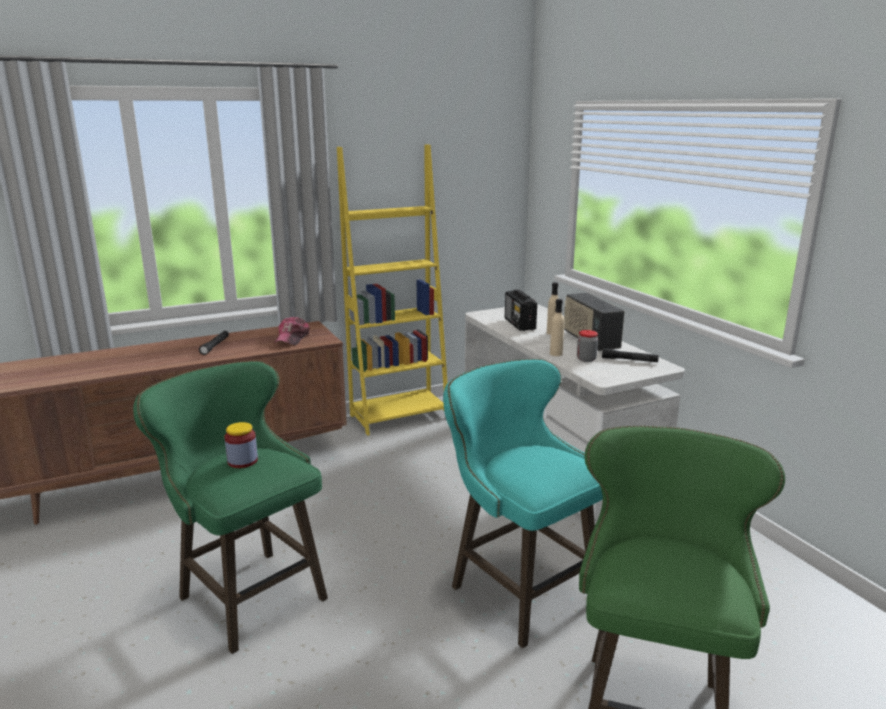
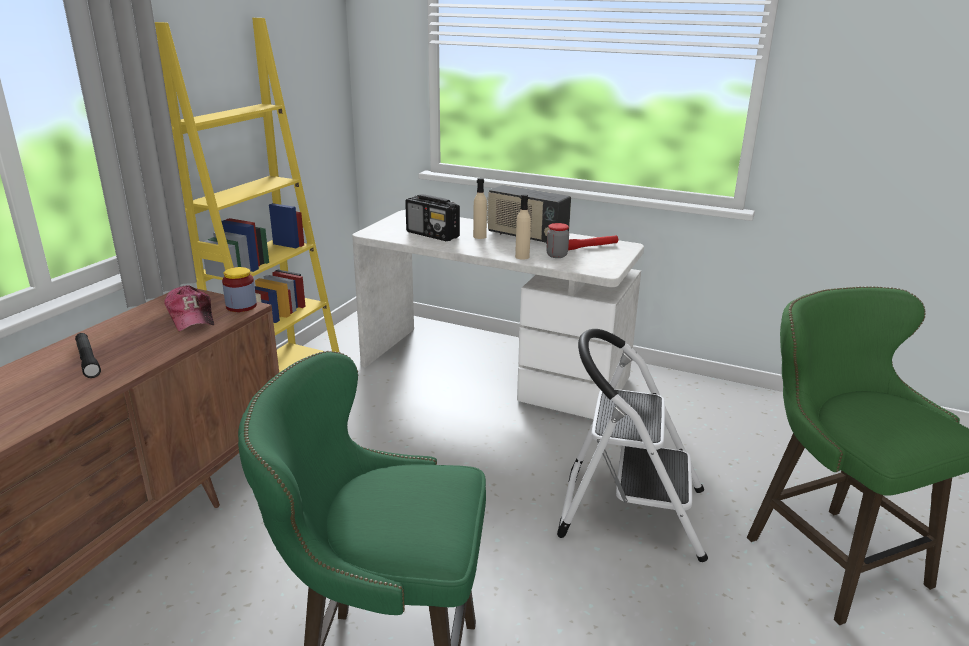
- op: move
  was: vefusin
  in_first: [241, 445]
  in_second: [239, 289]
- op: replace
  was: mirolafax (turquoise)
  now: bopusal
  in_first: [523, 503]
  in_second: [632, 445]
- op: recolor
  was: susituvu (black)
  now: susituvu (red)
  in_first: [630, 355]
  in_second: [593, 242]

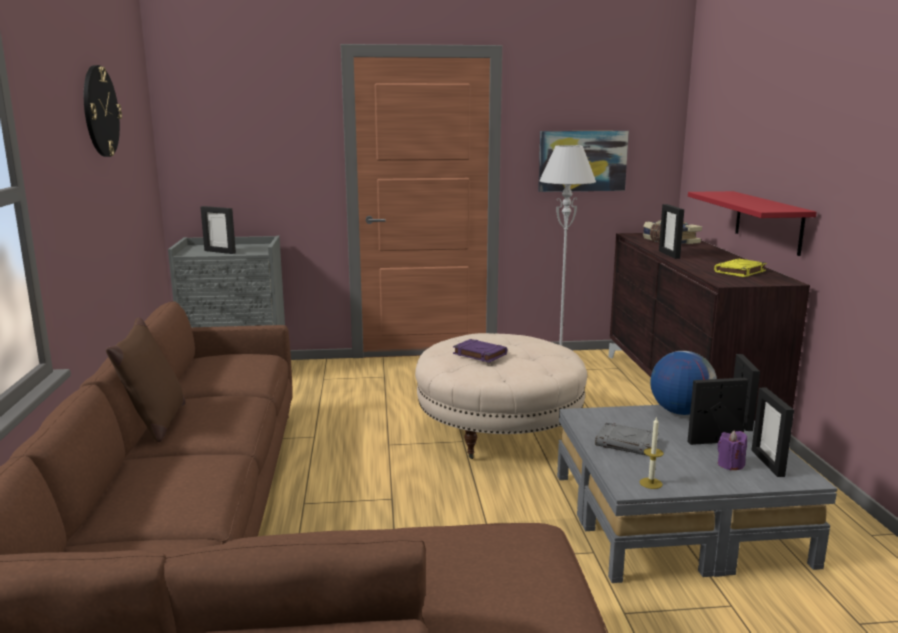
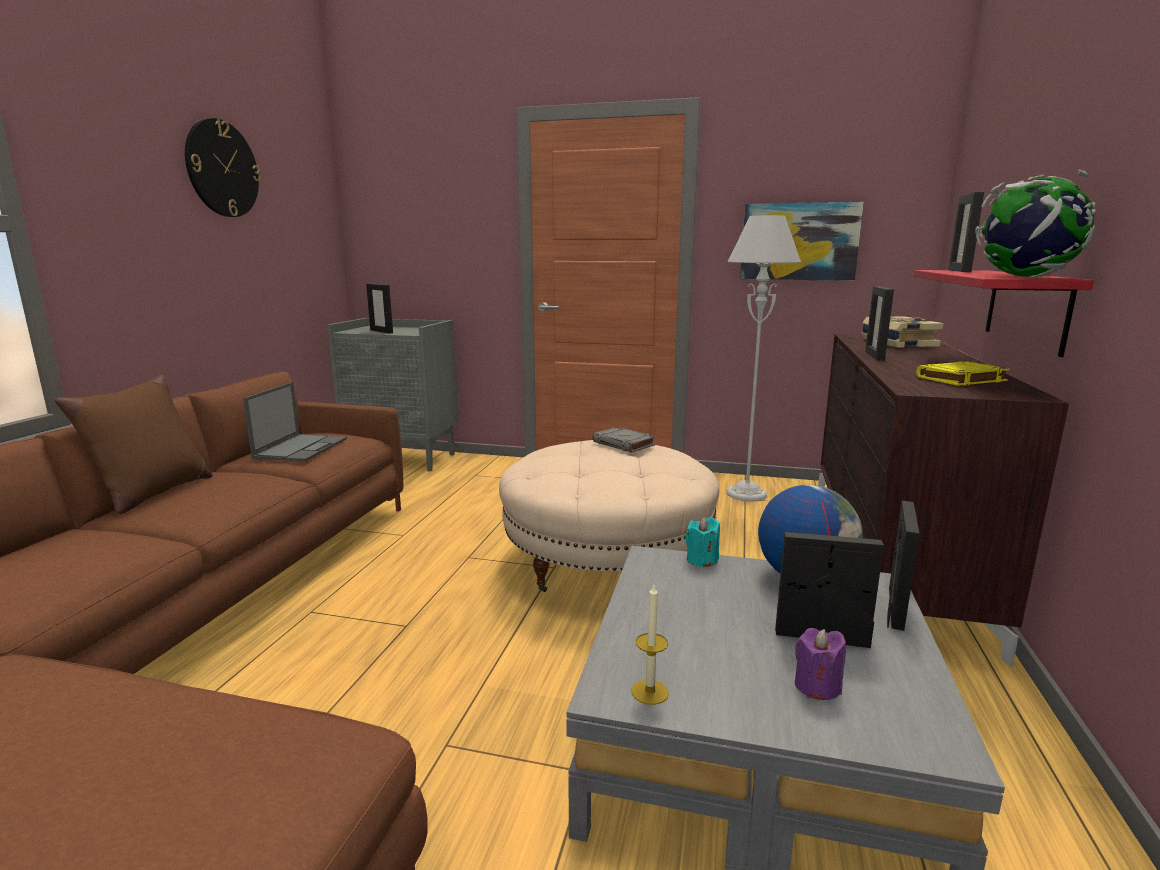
- op: delete
  was: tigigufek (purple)
  in_first: [480, 351]
- op: move
  was: tigigufek (grey)
  in_first: [627, 439]
  in_second: [624, 440]
- op: move
  was: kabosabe
  in_first: [772, 432]
  in_second: [966, 232]
- op: insert
  now: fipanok
  in_second: [295, 422]
- op: insert
  now: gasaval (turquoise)
  in_second: [702, 542]
- op: insert
  now: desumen
  in_second: [1035, 224]

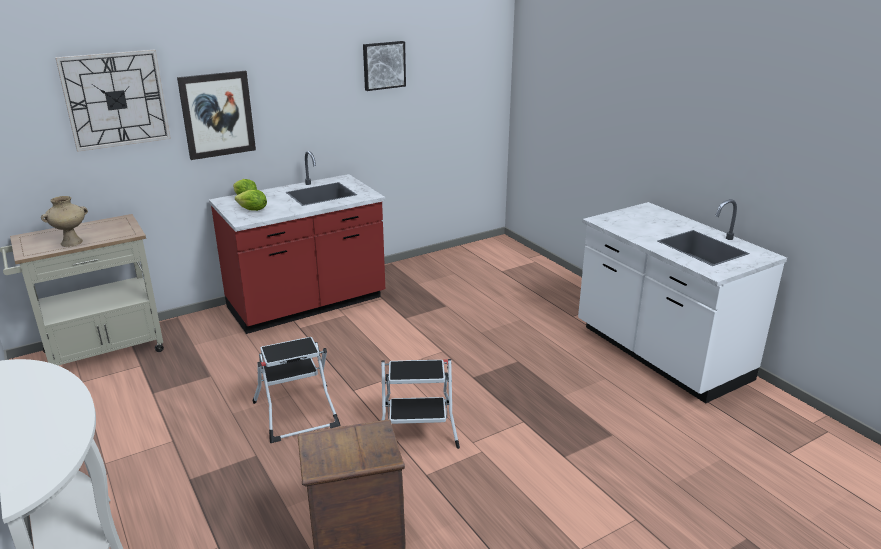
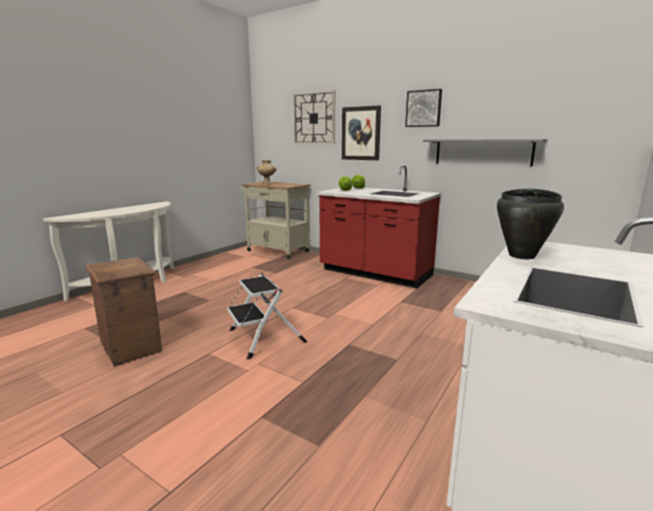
- op: delete
  was: bopusal
  in_first: [296, 390]
- op: move
  was: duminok
  in_first: [384, 66]
  in_second: [423, 108]
- op: insert
  now: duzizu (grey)
  in_second: [485, 153]
- op: insert
  now: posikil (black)
  in_second: [530, 224]

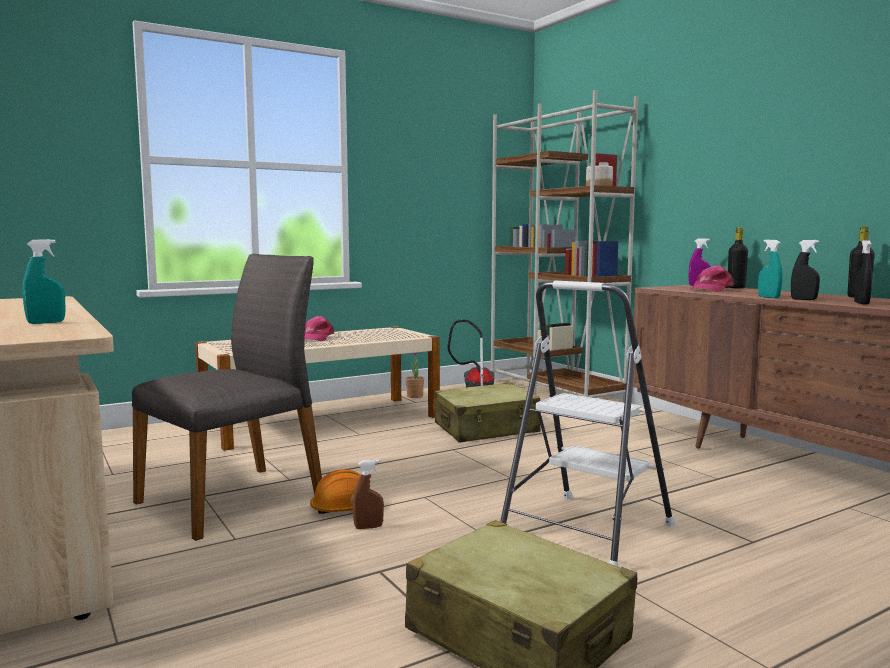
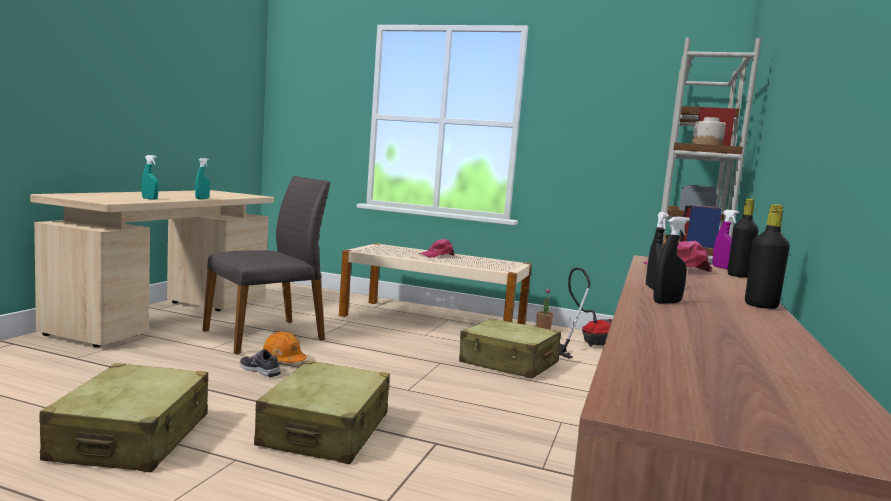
- op: rotate
  was: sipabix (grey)
  in_first: [227, 397]
  in_second: [267, 265]
  clockwise: -45
- op: replace
  was: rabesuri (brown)
  now: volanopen
  in_first: [368, 494]
  in_second: [260, 363]
- op: replace
  was: bopusal (white)
  now: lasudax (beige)
  in_first: [588, 424]
  in_second: [322, 412]
- op: move
  was: rabesuri (turquoise)
  in_first: [770, 269]
  in_second: [202, 178]

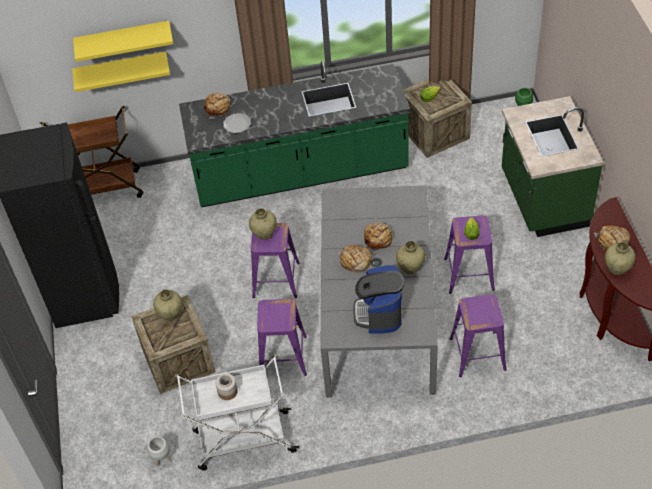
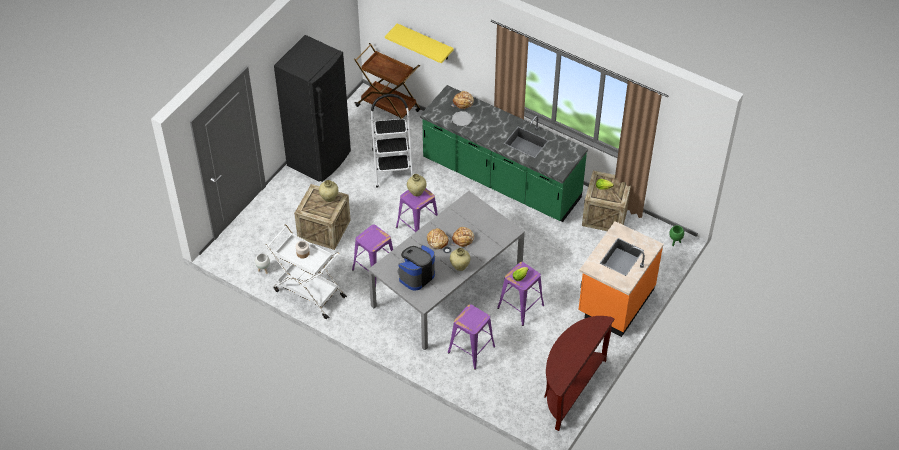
- op: delete
  was: duzizu (yellow)
  in_first: [123, 41]
- op: recolor
  was: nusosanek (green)
  now: nusosanek (orange)
  in_first: [553, 166]
  in_second: [621, 279]
- op: delete
  was: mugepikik
  in_first: [612, 237]
- op: delete
  was: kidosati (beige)
  in_first: [620, 258]
- op: insert
  now: bopusal
  in_second: [392, 140]

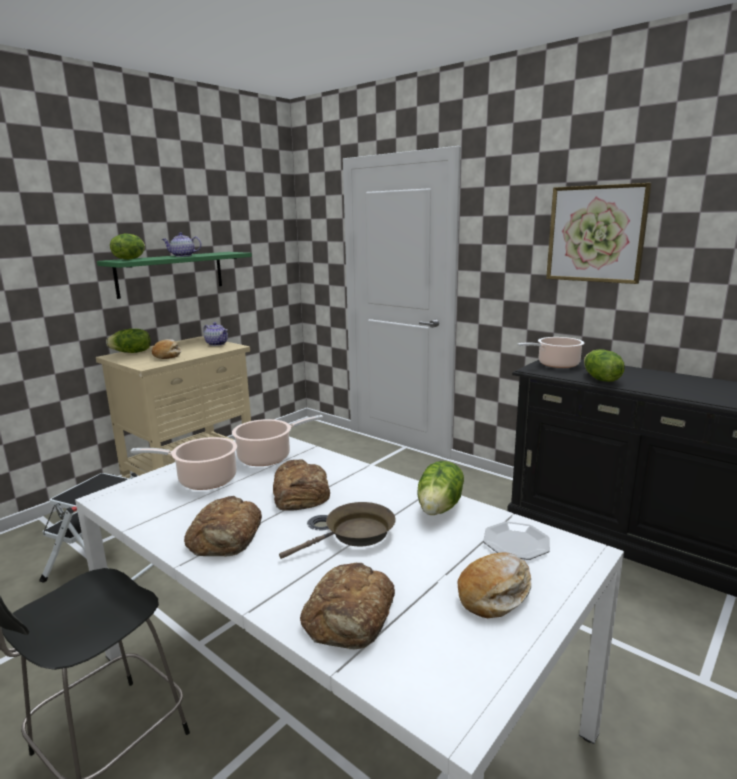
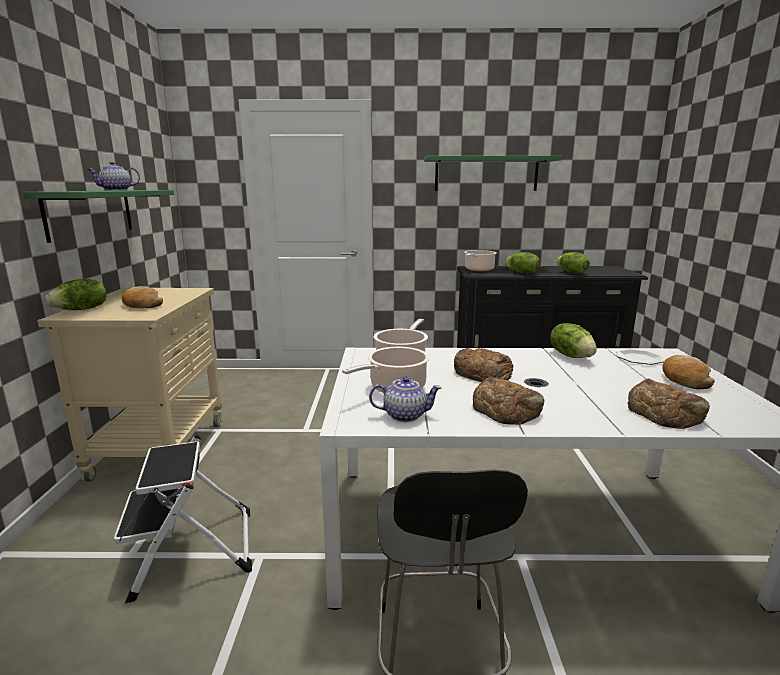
- op: move
  was: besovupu
  in_first: [127, 246]
  in_second: [573, 263]
- op: move
  was: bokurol
  in_first: [215, 334]
  in_second: [405, 399]
- op: delete
  was: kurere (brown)
  in_first: [337, 530]
- op: replace
  was: duminok
  now: duzizu (green)
  in_first: [598, 233]
  in_second: [493, 173]

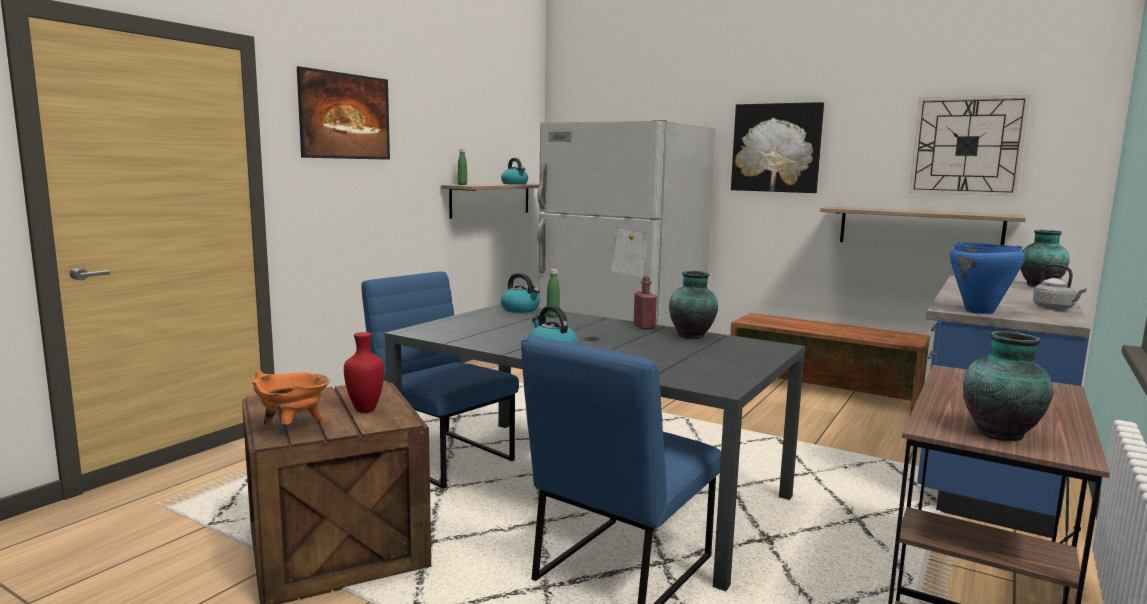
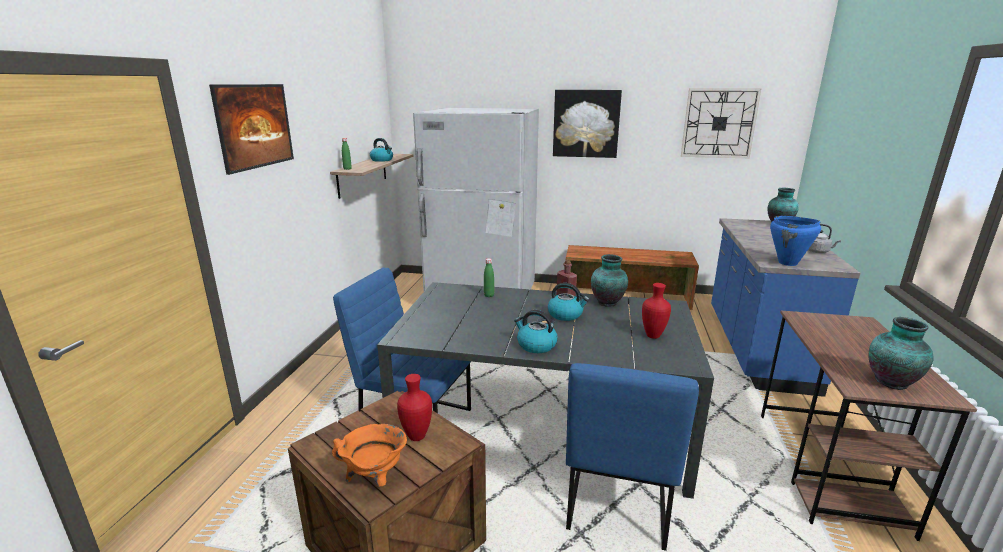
- op: move
  was: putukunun
  in_first: [520, 293]
  in_second: [568, 302]
- op: delete
  was: duzizu
  in_first: [923, 226]
- op: insert
  now: kidosati (red)
  in_second: [656, 311]

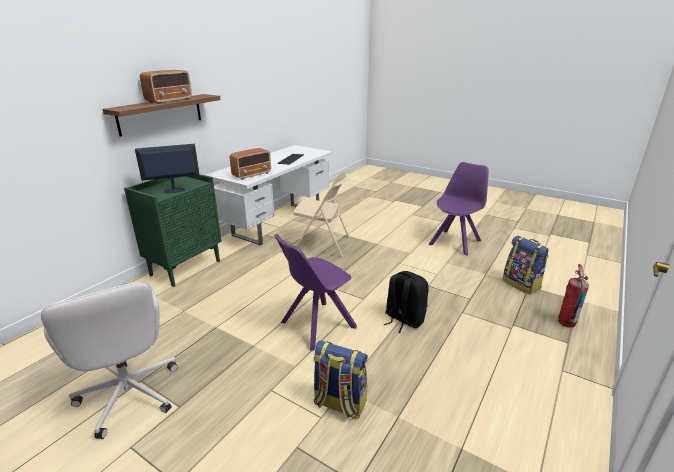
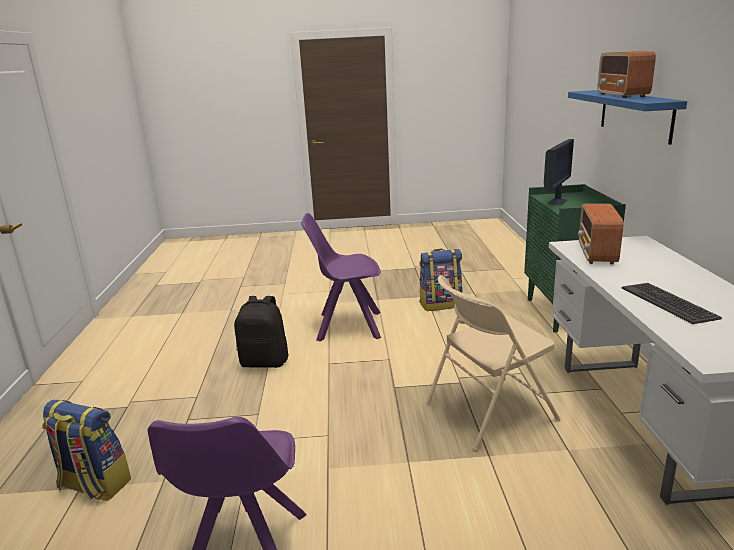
- op: delete
  was: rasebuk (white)
  in_first: [109, 360]
- op: recolor
  was: duzizu (brown)
  now: duzizu (blue)
  in_first: [161, 115]
  in_second: [627, 117]
- op: rotate
  was: sipabix (purple)
  in_first: [315, 292]
  in_second: [341, 277]
  clockwise: -105
- op: move
  was: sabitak
  in_first: [340, 379]
  in_second: [441, 280]
- op: delete
  was: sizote
  in_first: [573, 296]

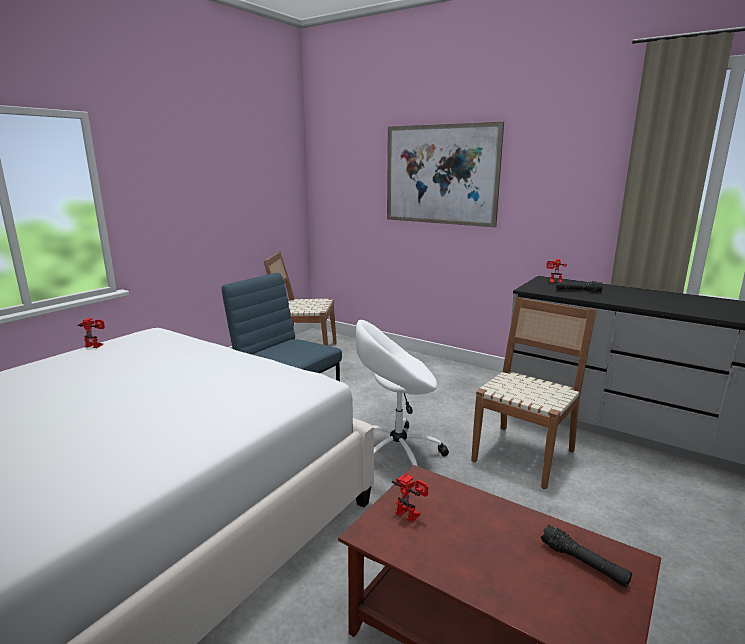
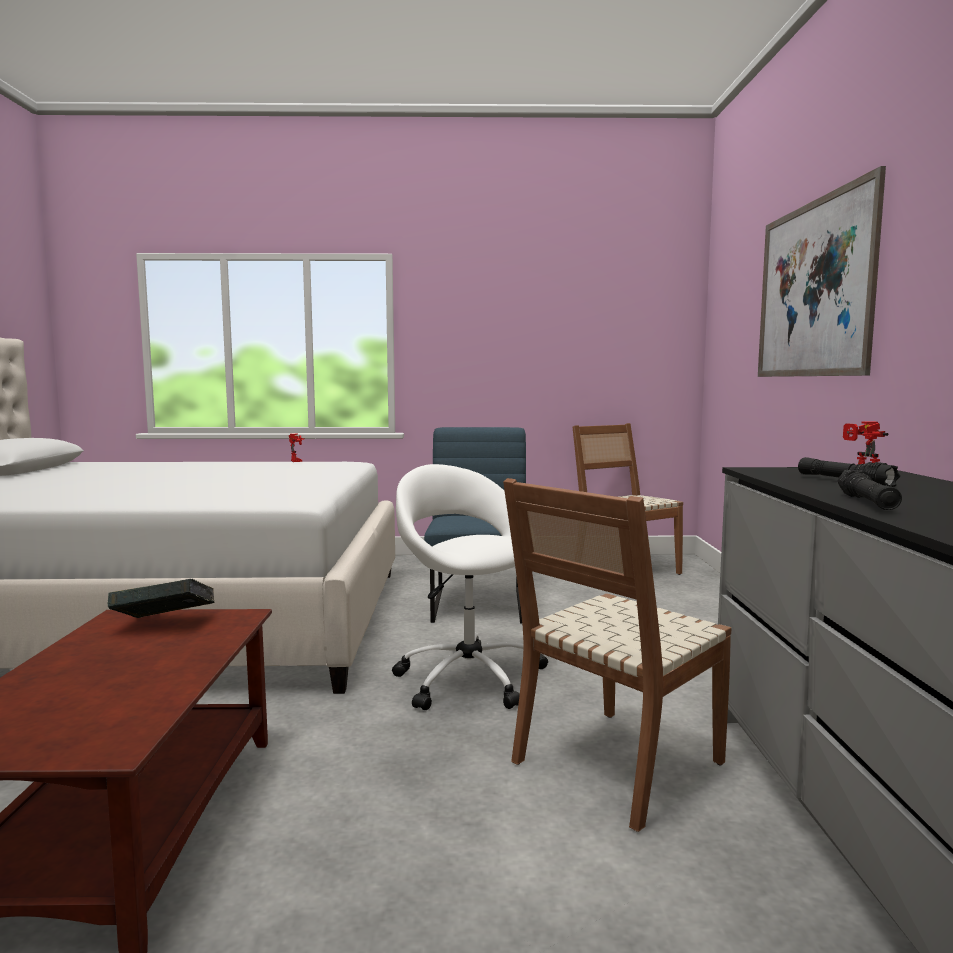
- op: replace
  was: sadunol
  now: tigigufek
  in_first: [410, 497]
  in_second: [161, 598]
- op: rotate
  was: sipabix
  in_first: [533, 393]
  in_second: [617, 655]
  clockwise: 135
- op: move
  was: susituvu (black)
  in_first: [586, 556]
  in_second: [870, 490]

